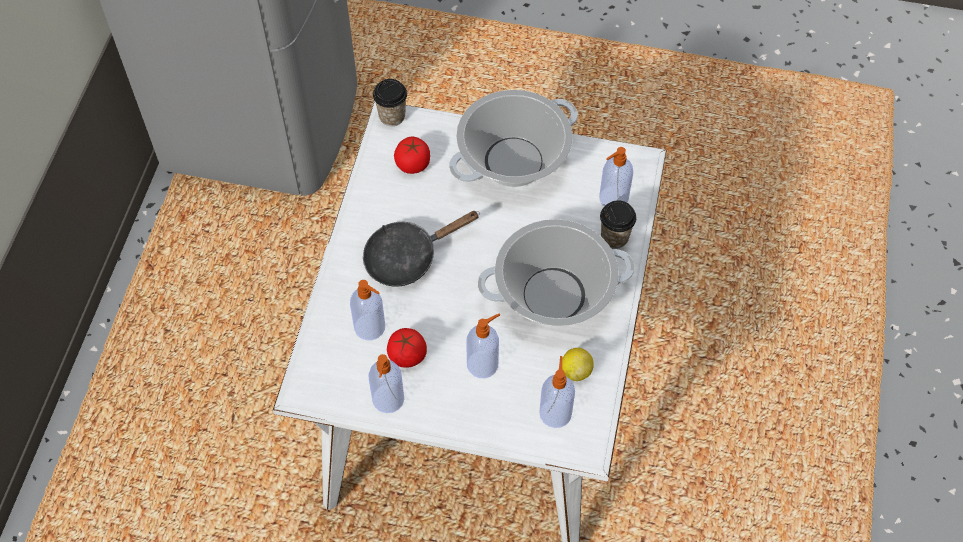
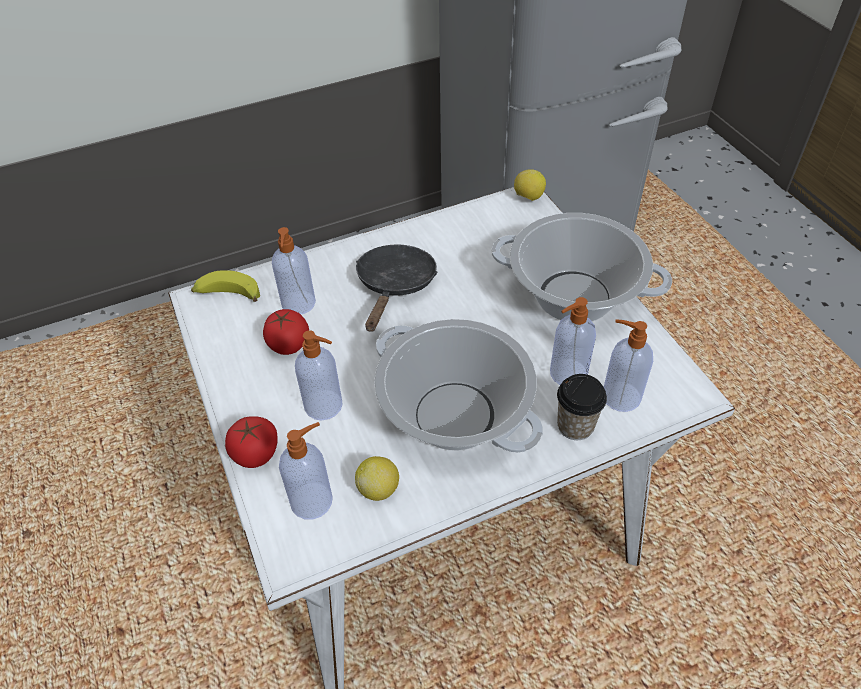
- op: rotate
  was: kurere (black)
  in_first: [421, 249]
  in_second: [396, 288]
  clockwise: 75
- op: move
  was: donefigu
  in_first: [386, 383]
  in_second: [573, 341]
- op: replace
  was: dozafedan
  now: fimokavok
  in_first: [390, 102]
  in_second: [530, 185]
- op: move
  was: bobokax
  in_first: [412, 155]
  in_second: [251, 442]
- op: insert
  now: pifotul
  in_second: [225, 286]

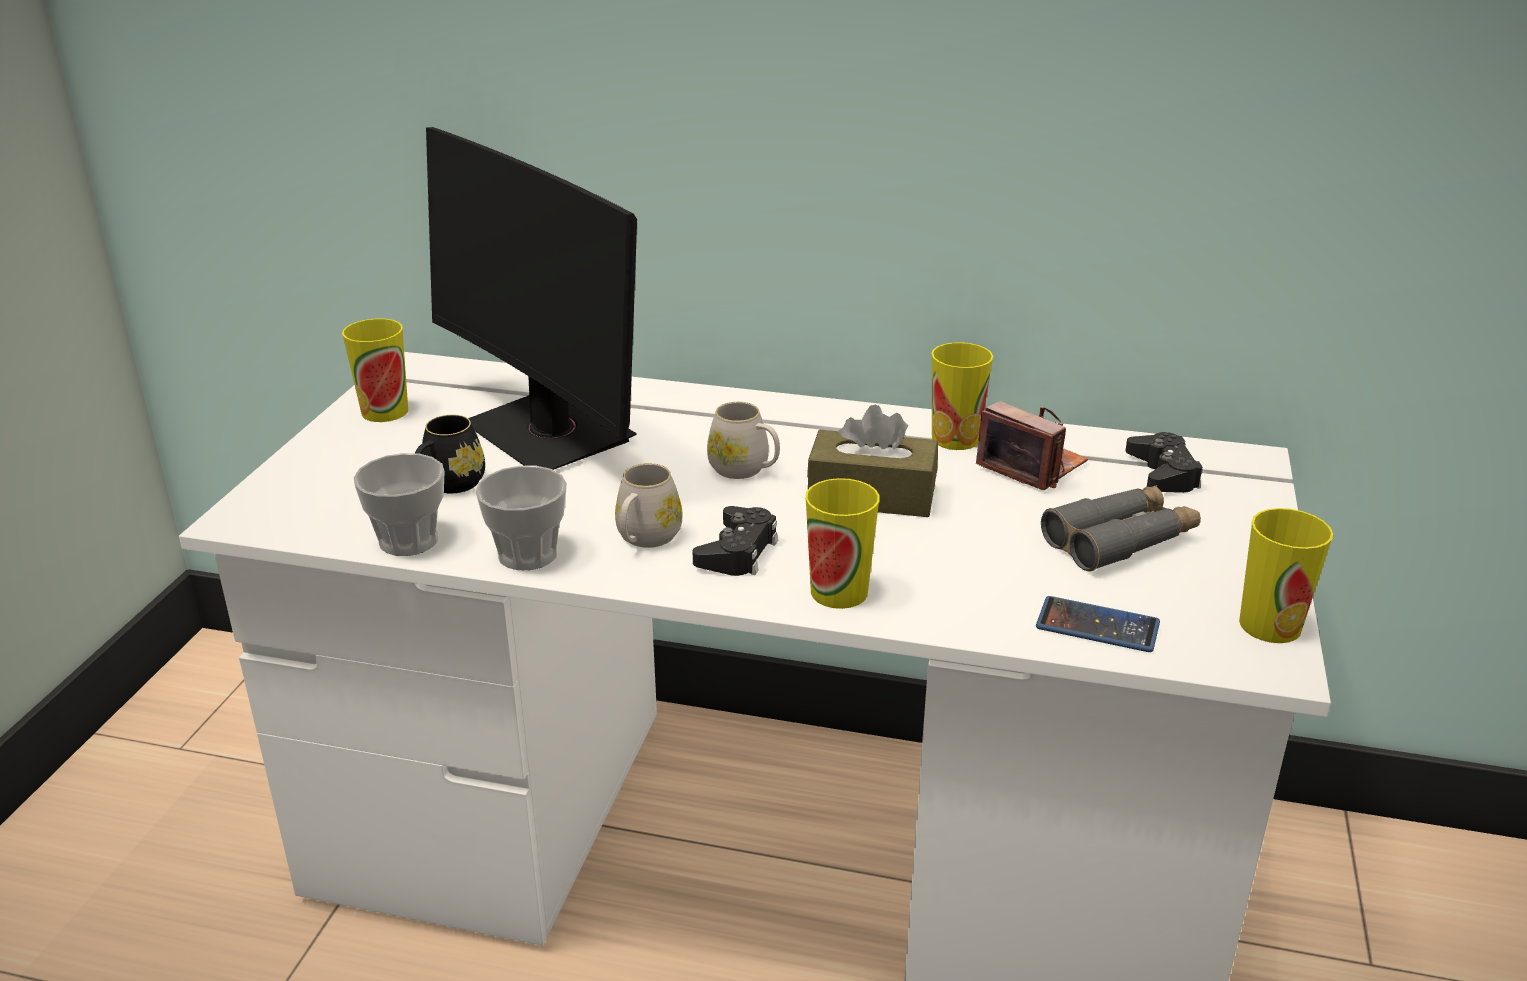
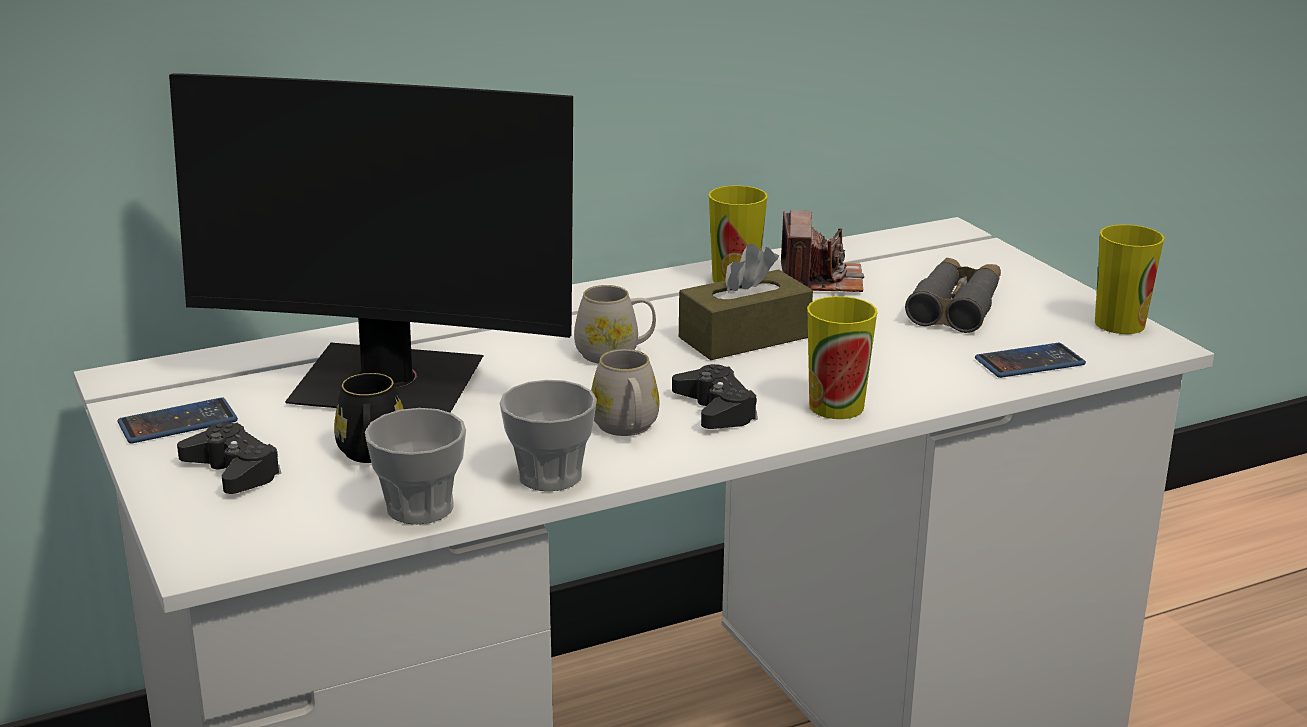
- op: replace
  was: dozafedan
  now: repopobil
  in_first: [375, 370]
  in_second: [177, 420]
- op: rotate
  was: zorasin
  in_first: [1032, 445]
  in_second: [822, 251]
  clockwise: 90
- op: move
  was: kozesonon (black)
  in_first: [1164, 462]
  in_second: [229, 458]

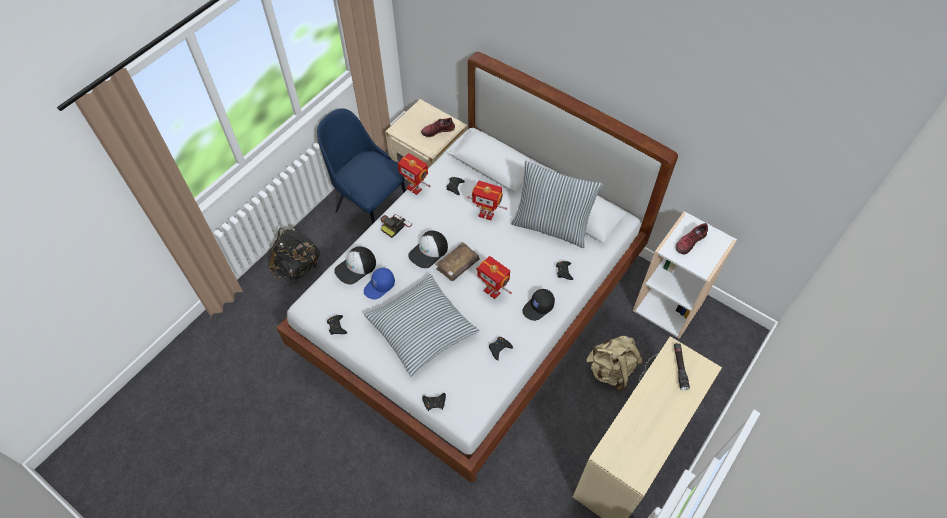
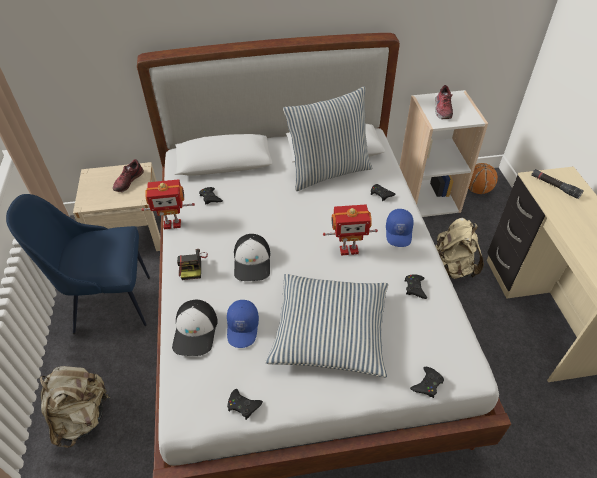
- op: recolor
  was: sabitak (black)
  now: sabitak (beige)
  in_first: [294, 253]
  in_second: [75, 407]
- op: delete
  was: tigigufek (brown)
  in_first: [457, 261]
- op: delete
  was: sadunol
  in_first: [487, 200]
- op: recolor
  was: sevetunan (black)
  now: sevetunan (blue)
  in_first: [539, 305]
  in_second: [400, 228]
- op: insert
  now: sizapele
  in_second: [483, 178]

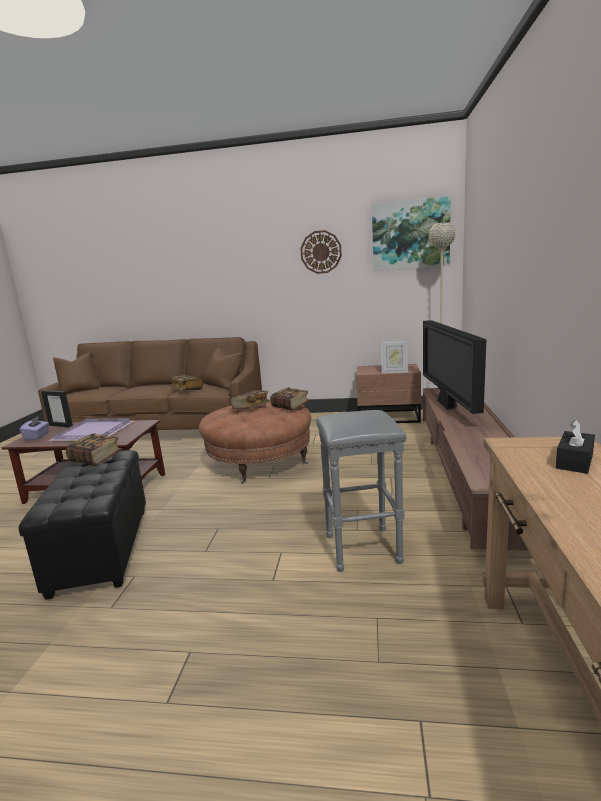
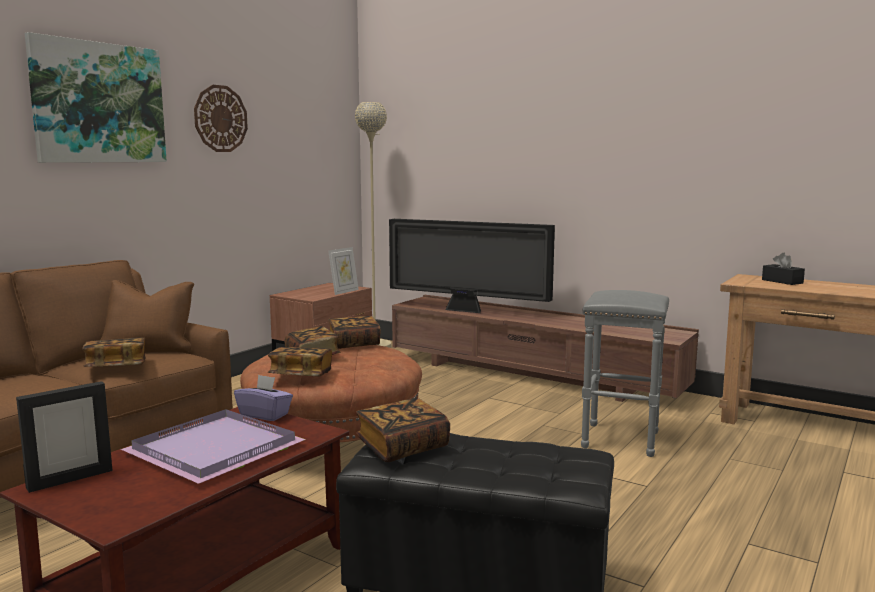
- op: move
  was: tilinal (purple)
  in_first: [34, 428]
  in_second: [263, 397]
- op: move
  was: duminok
  in_first: [411, 233]
  in_second: [96, 97]
- op: insert
  now: tigigufek
  in_second: [300, 361]

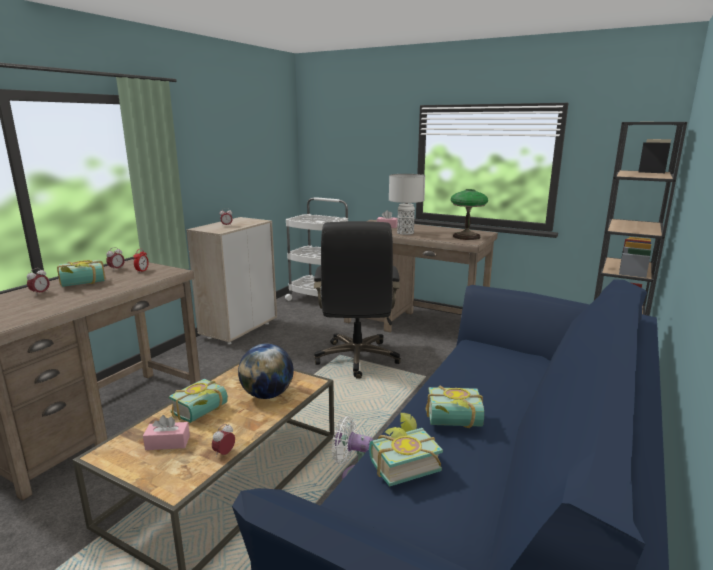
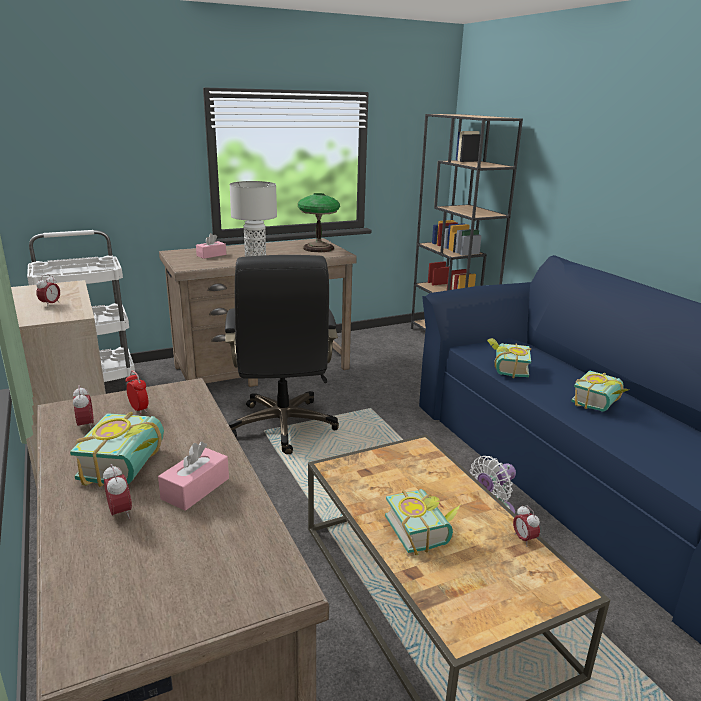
- op: move
  was: tilinal (pink)
  in_first: [166, 432]
  in_second: [193, 476]
- op: delete
  was: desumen
  in_first: [266, 371]
- op: rotate
  was: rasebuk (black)
  in_first: [357, 300]
  in_second: [282, 354]
  clockwise: 45
- op: move
  was: tigigufek
  in_first: [406, 450]
  in_second: [509, 358]

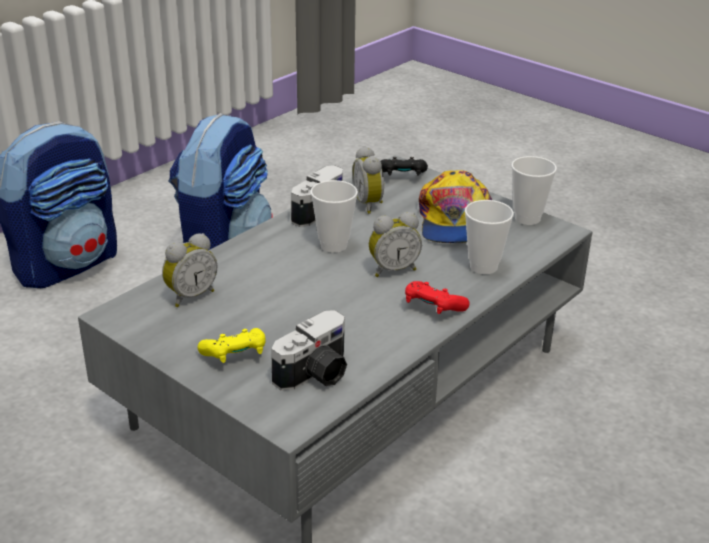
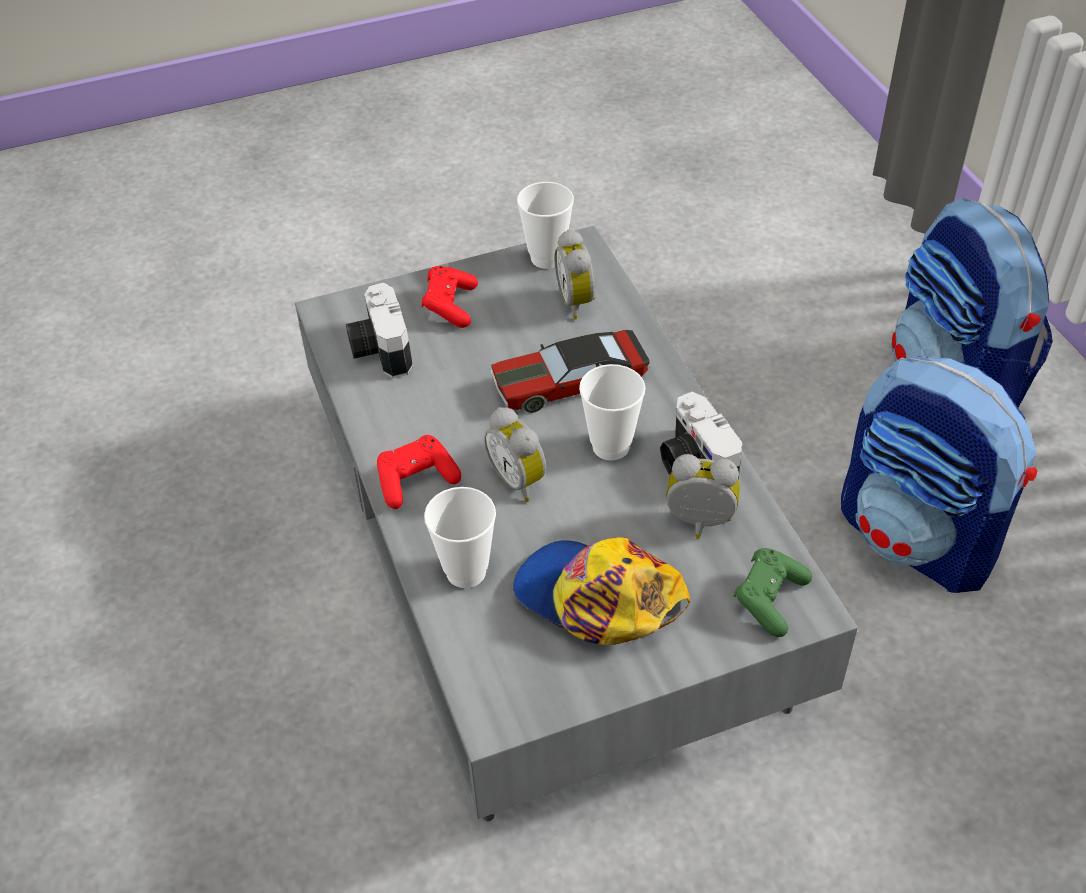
- op: recolor
  was: kozesonon (yellow)
  now: kozesonon (red)
  in_first: [232, 345]
  in_second: [449, 297]
- op: rotate
  was: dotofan
  in_first: [395, 244]
  in_second: [515, 454]
  clockwise: -45
- op: recolor
  was: kozesonon (black)
  now: kozesonon (green)
  in_first: [404, 166]
  in_second: [772, 592]
- op: move
  was: dozafedan
  in_first: [534, 190]
  in_second: [545, 225]
- op: insert
  now: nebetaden
  in_second: [570, 371]

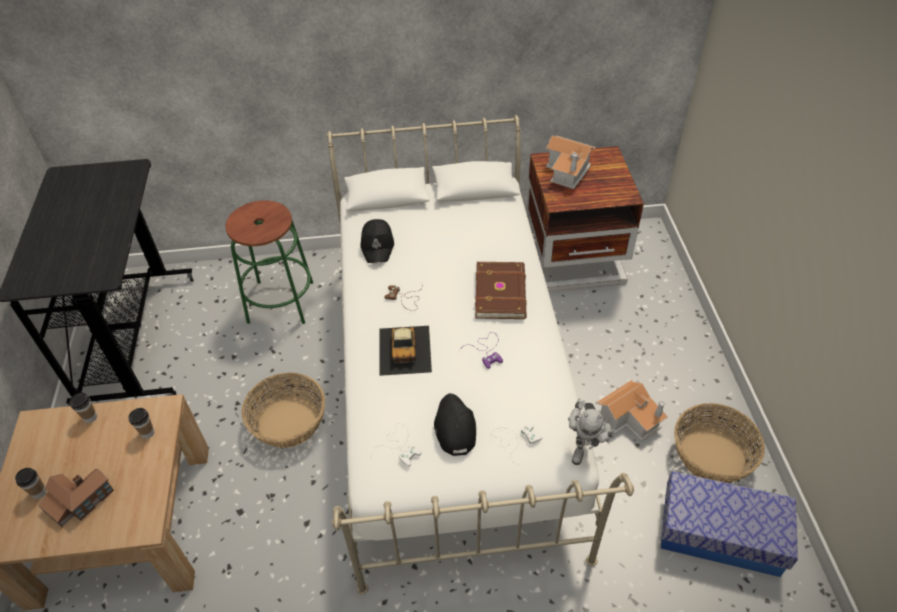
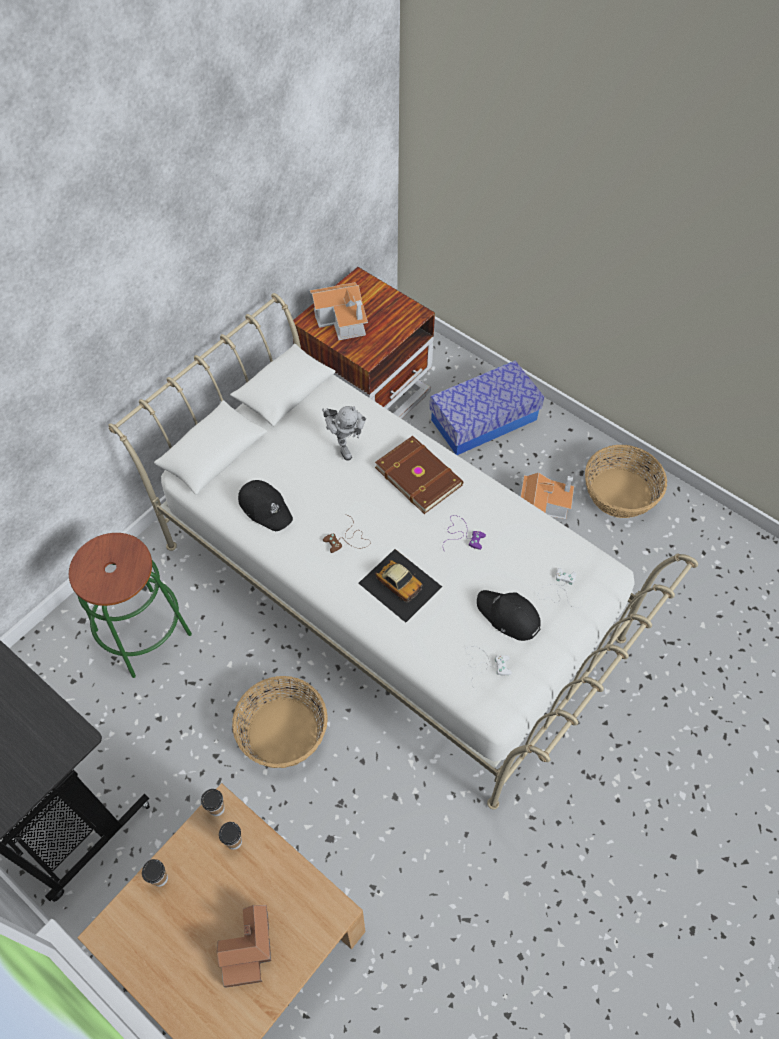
- op: move
  was: dozafedan
  in_first: [31, 483]
  in_second: [213, 802]
- op: move
  was: sadunol
  in_first: [591, 431]
  in_second: [344, 433]
- op: move
  was: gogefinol
  in_first: [729, 524]
  in_second: [486, 408]

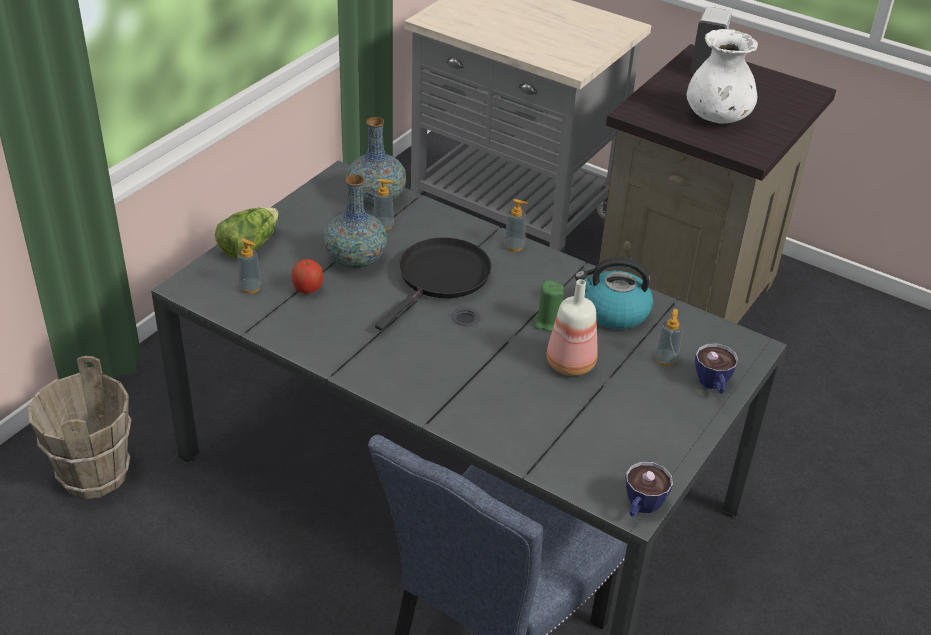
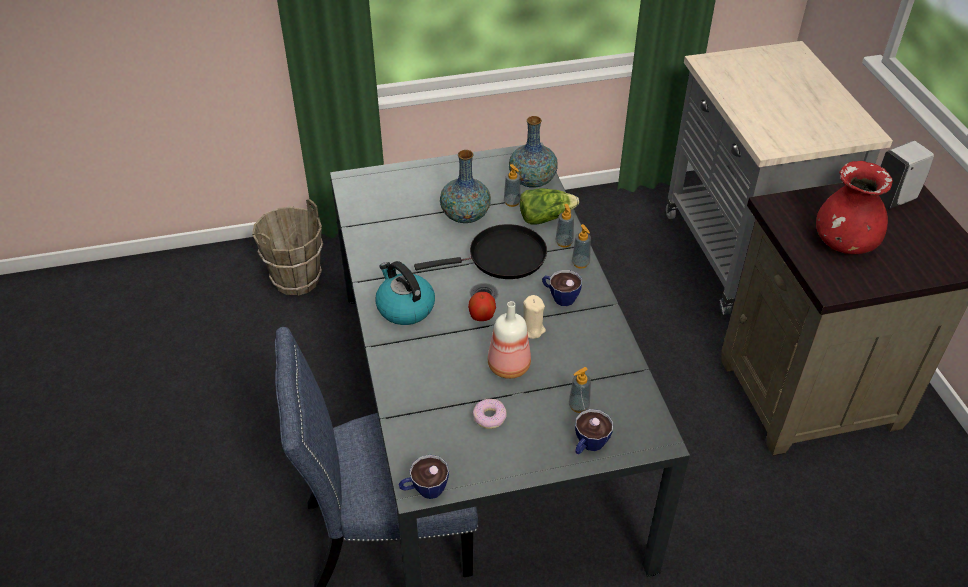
- op: move
  was: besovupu
  in_first: [247, 233]
  in_second: [549, 206]
- op: move
  was: donefigu
  in_first: [249, 266]
  in_second: [565, 225]
- op: move
  was: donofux
  in_first: [308, 276]
  in_second: [482, 306]
- op: recolor
  was: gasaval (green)
  now: gasaval (beige)
  in_first: [549, 306]
  in_second: [534, 317]
- op: move
  was: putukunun
  in_first: [614, 293]
  in_second: [405, 293]
- op: recolor
  was: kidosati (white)
  now: kidosati (red)
  in_first: [722, 76]
  in_second: [854, 207]
- op: insert
  now: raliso
  in_second: [490, 414]
- op: insert
  now: dozafedan
  in_second: [562, 288]

